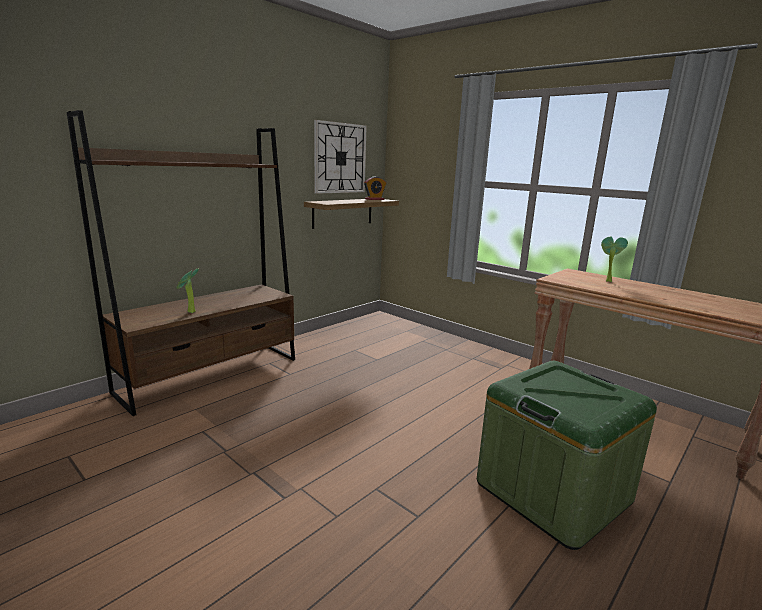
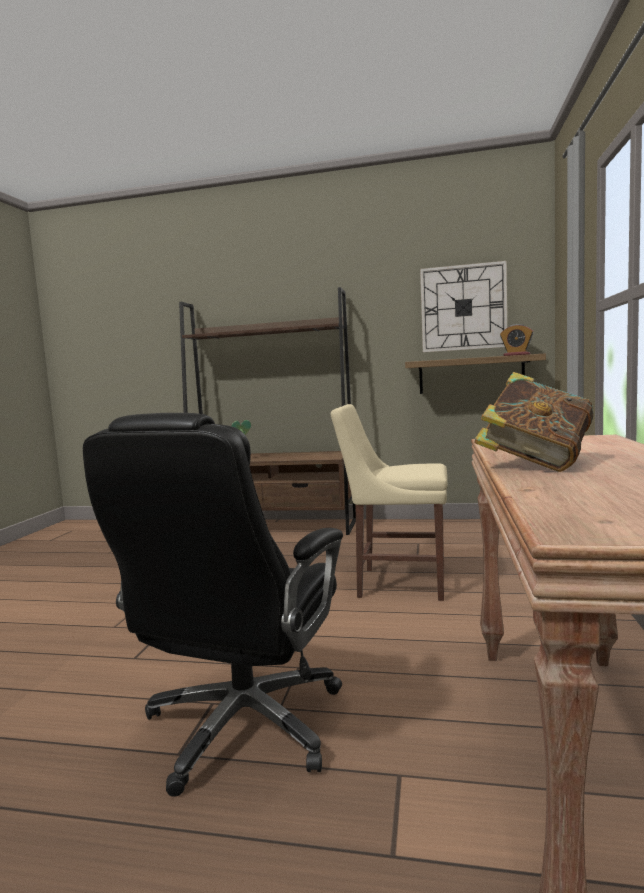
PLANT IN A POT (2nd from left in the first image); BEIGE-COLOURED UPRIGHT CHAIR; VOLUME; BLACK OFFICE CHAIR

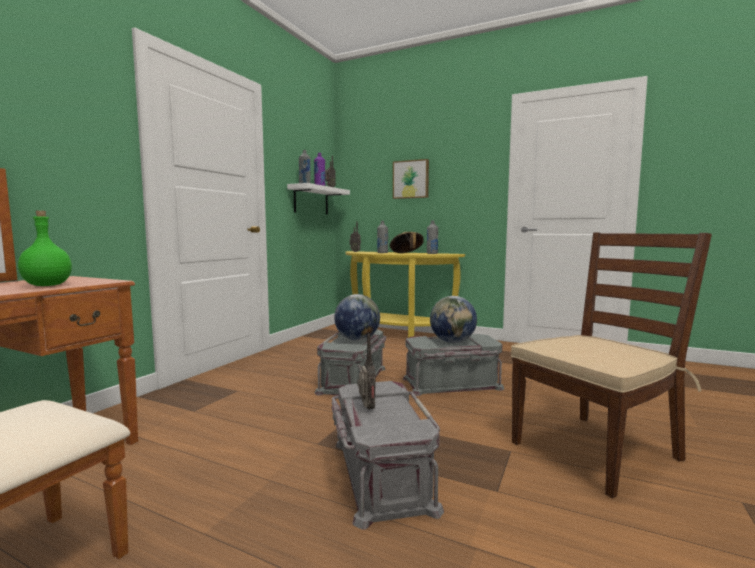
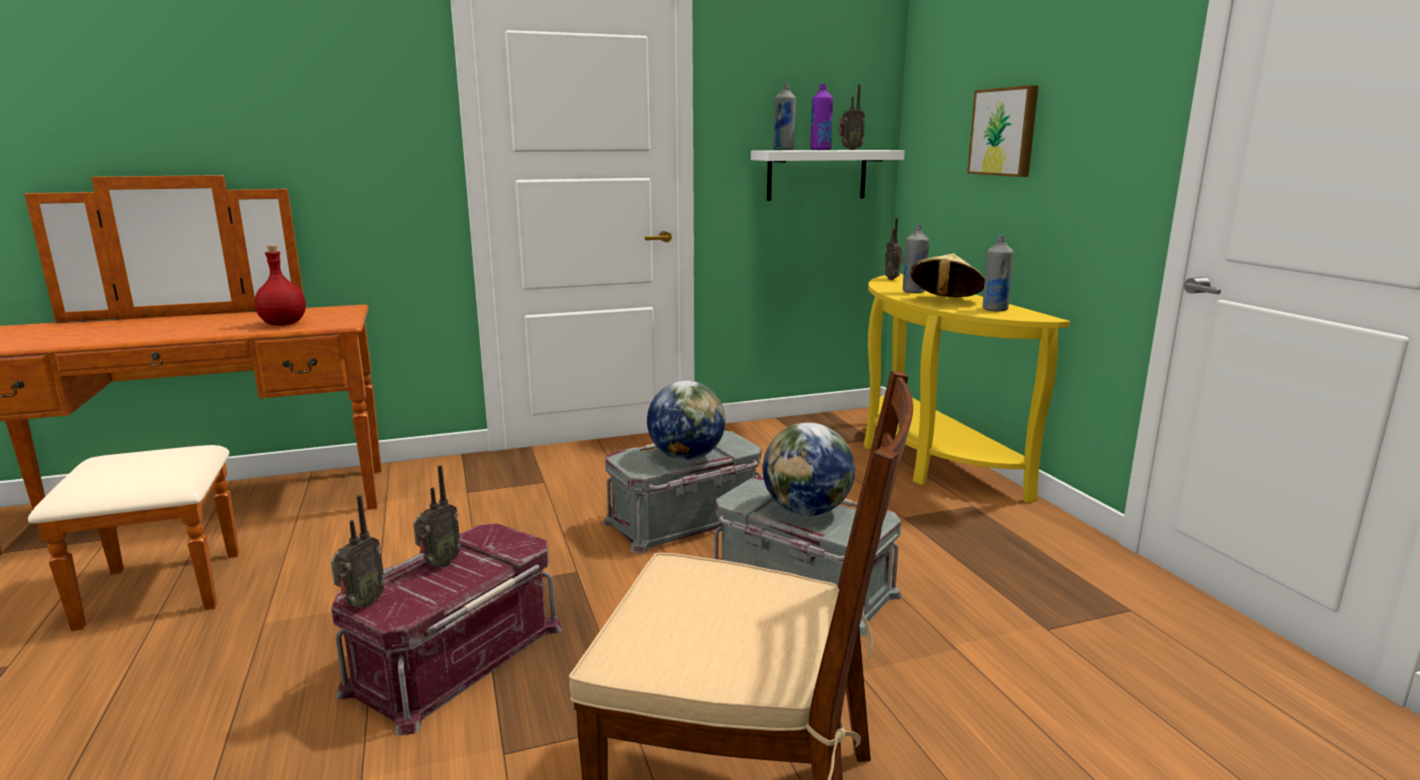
RADIO SET (1st from left); RED BEVERAGE BOTTLE; RED STORAGE BIN

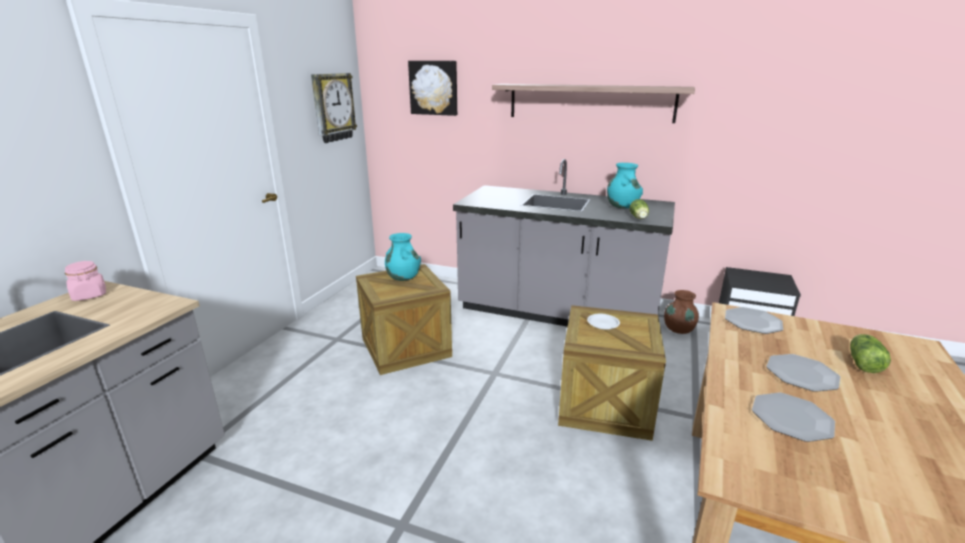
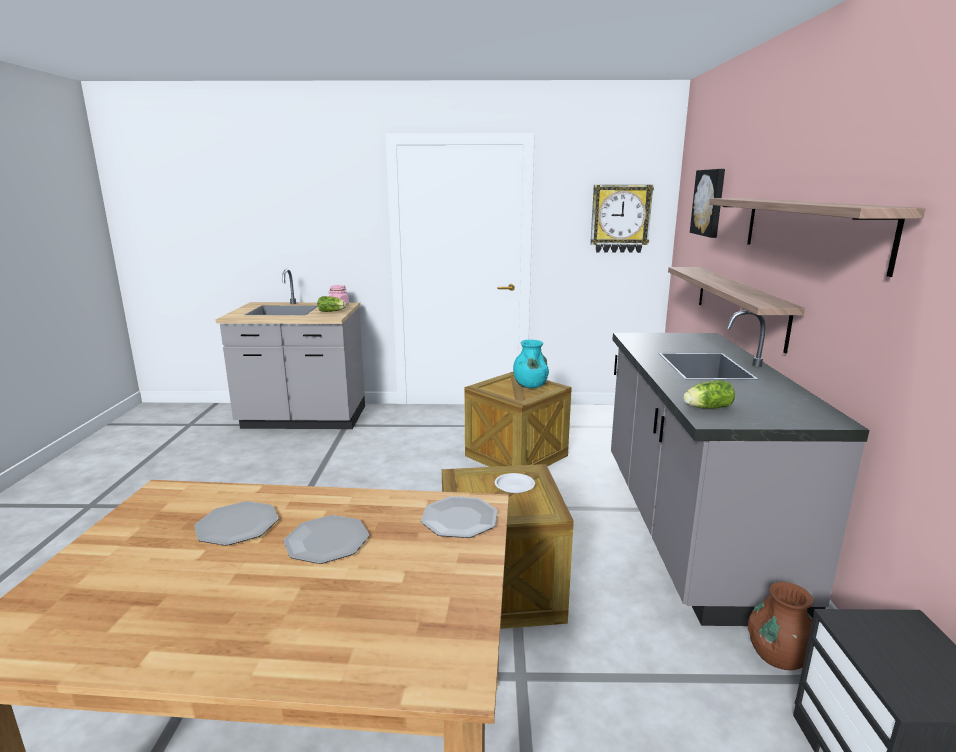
TURQUOISE-COLOURED VASE (2nd from left in the first image); SHELF (1st from left); LETTUCE (1st from left)

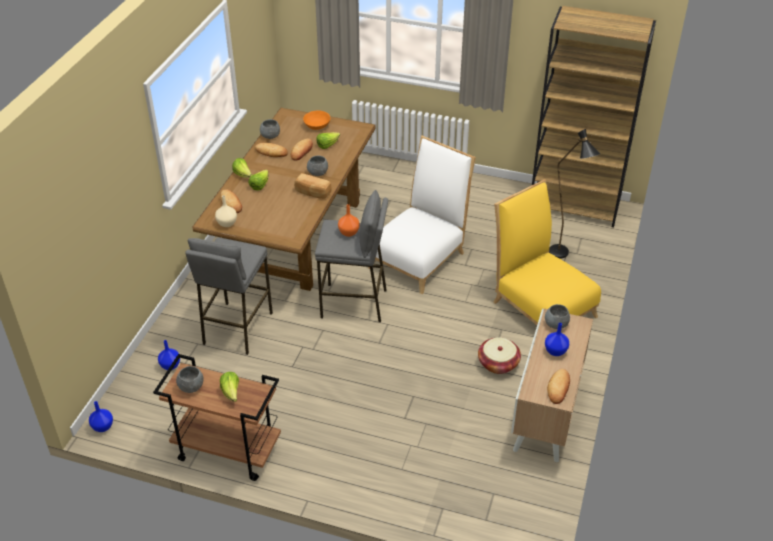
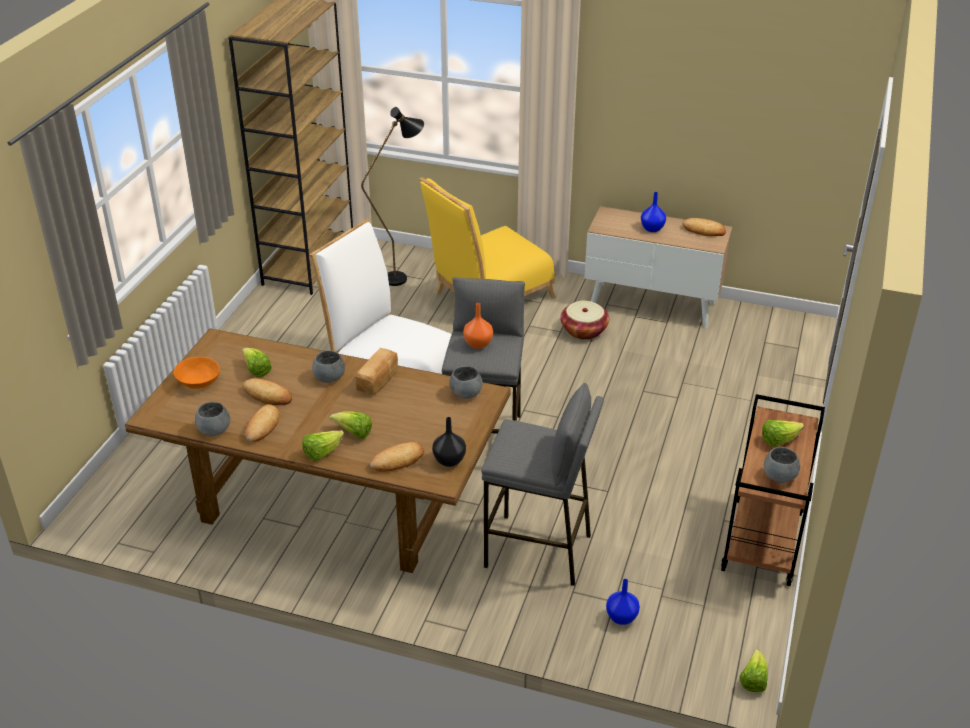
GREYISH DEEP DISH (3rd from left); LETTUCE (4th from left); BLACK VASE

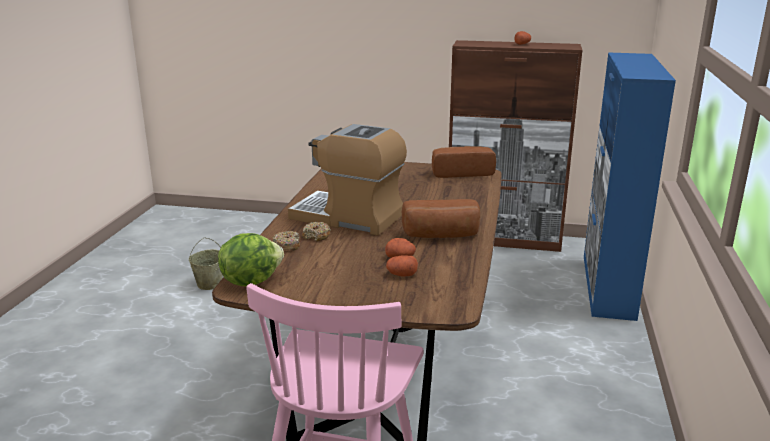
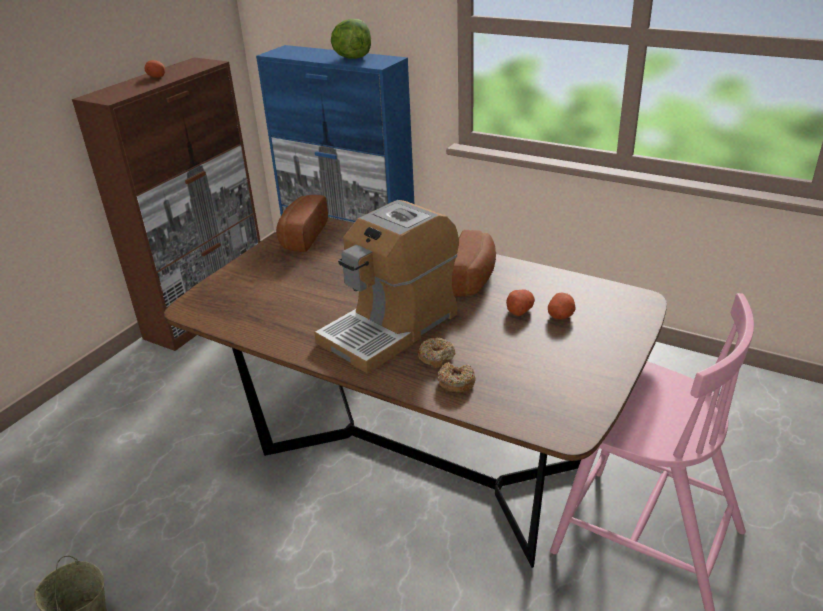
LETTUCE

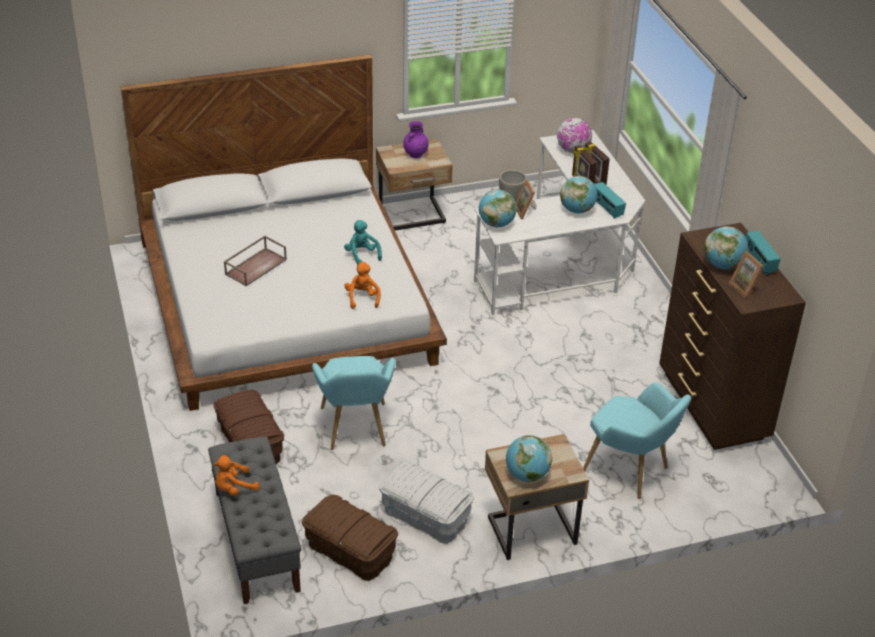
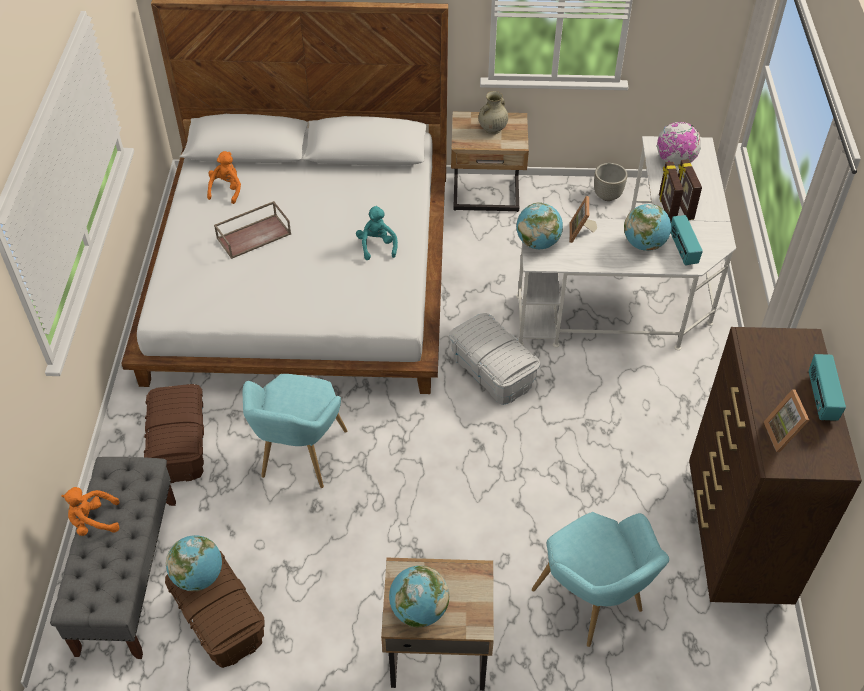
ORANGEY SOFT TOY (2nd from left); WHITISH STORAGE BIN; WORLD GLOBE (1st from left); BEIGE-COLOURED VASE

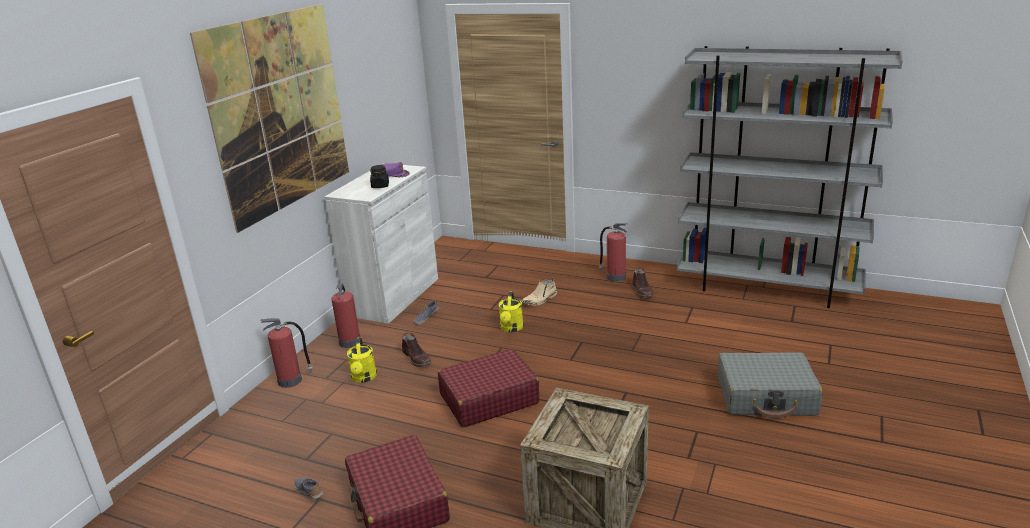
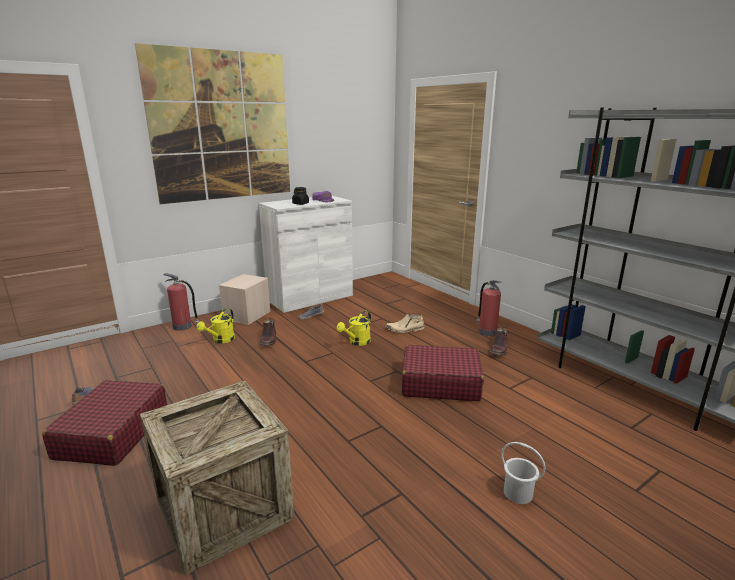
RED TRAVEL CASE (2nd from left); BEIGE-COLOURED STORAGE BIN; WHITISH BUCKET

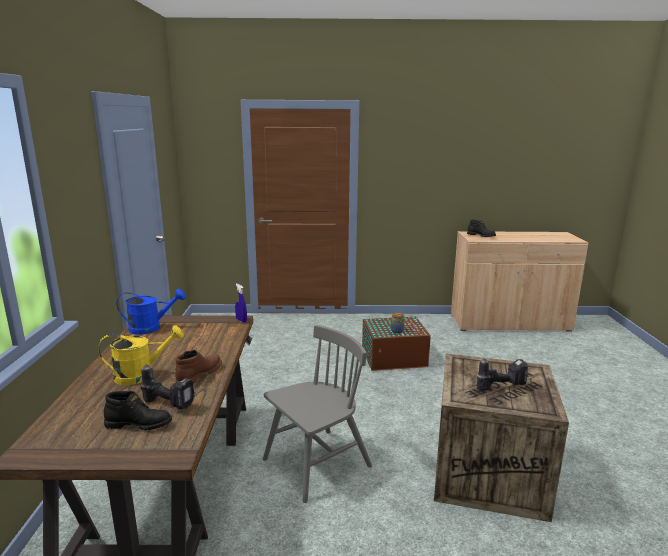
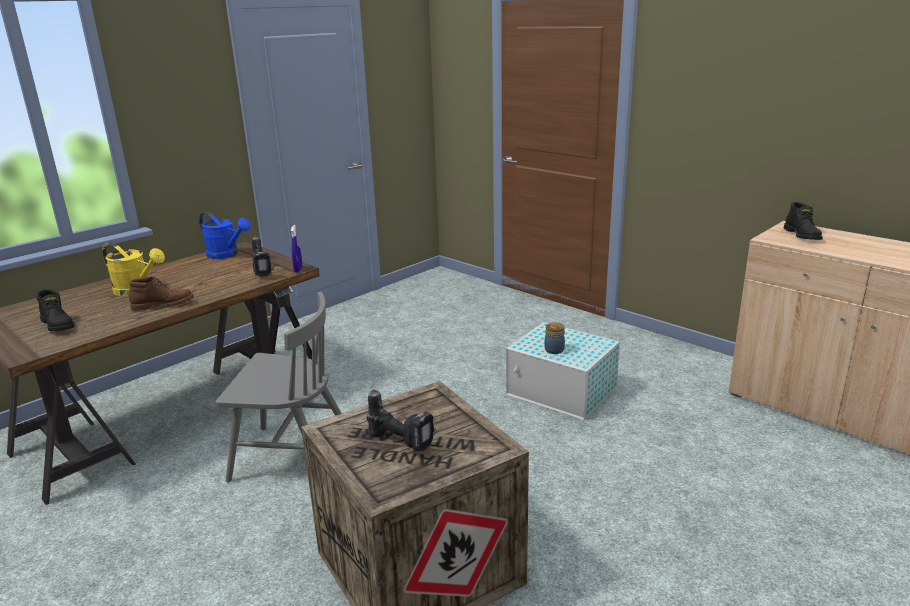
ELECTRIC DRILL (1st from left); WHITISH STORAGE BIN

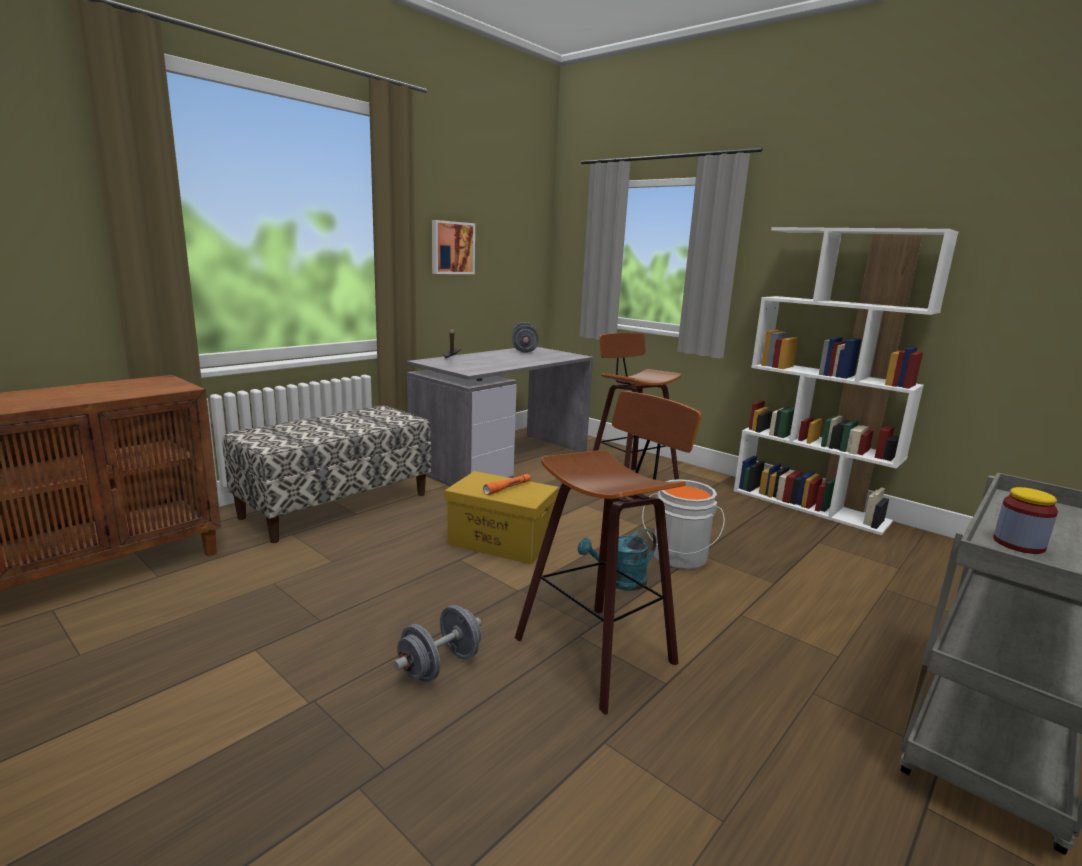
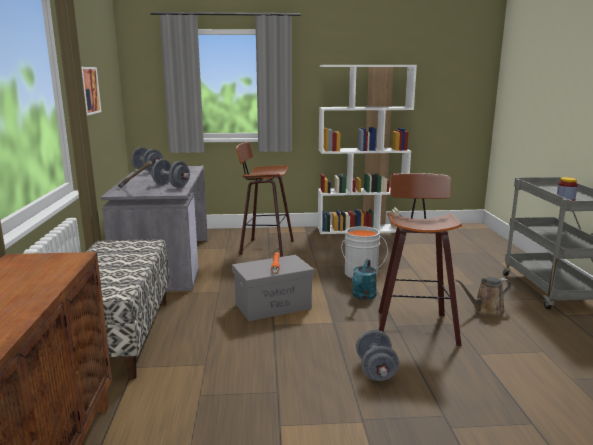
GREYISH DUMBBELL (2nd from left); BROWN SPRINKLING CAN; GREYISH STORAGE BIN

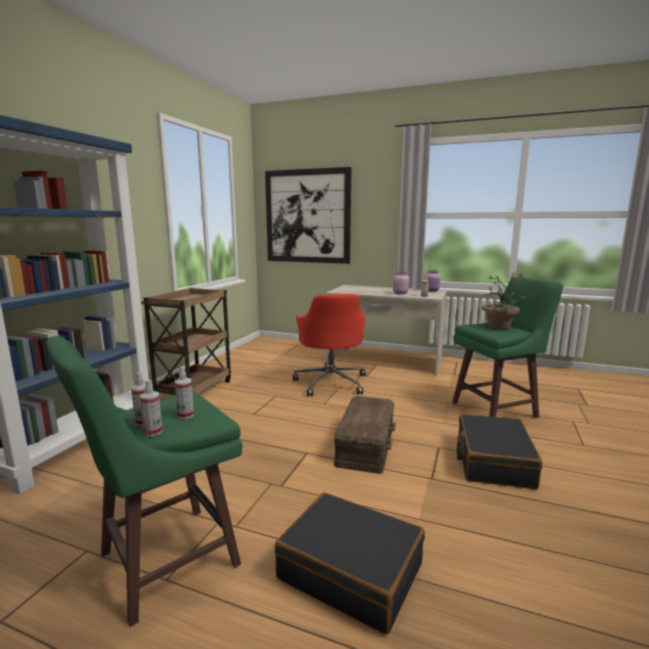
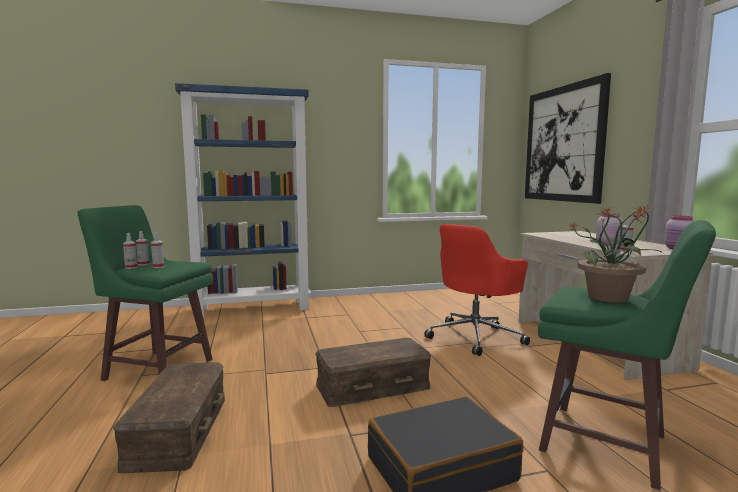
BROWN WHEELED CART; BROWN STORAGE BIN (1st from left)

